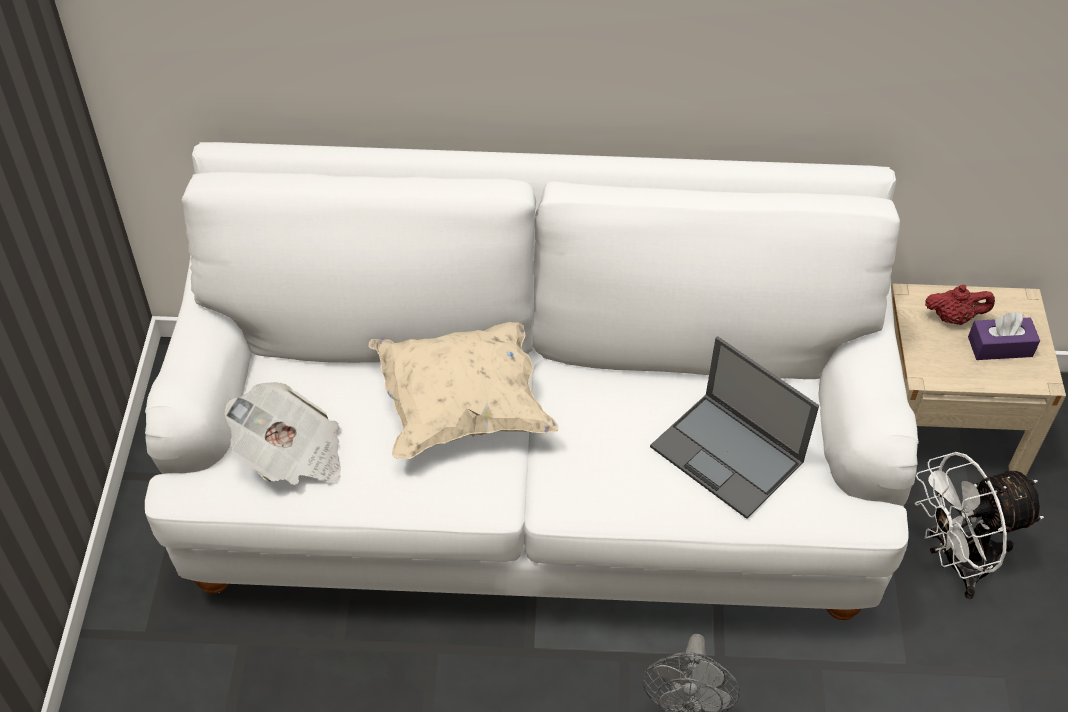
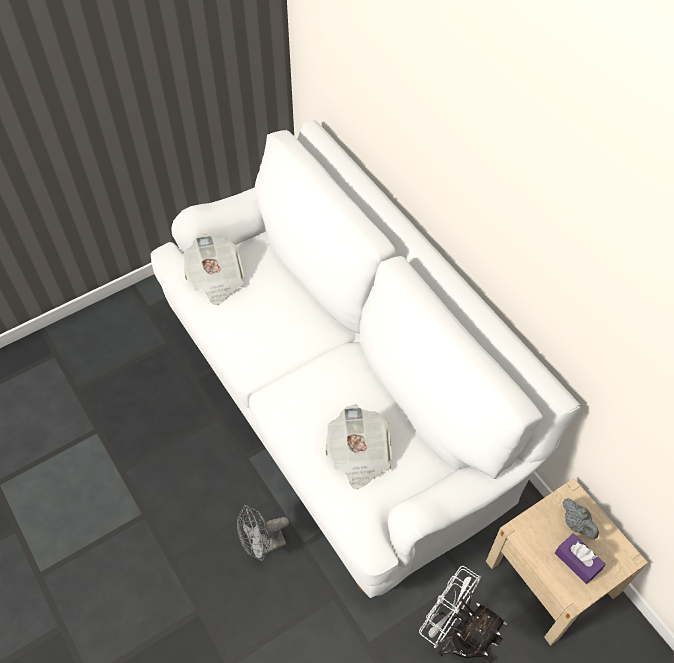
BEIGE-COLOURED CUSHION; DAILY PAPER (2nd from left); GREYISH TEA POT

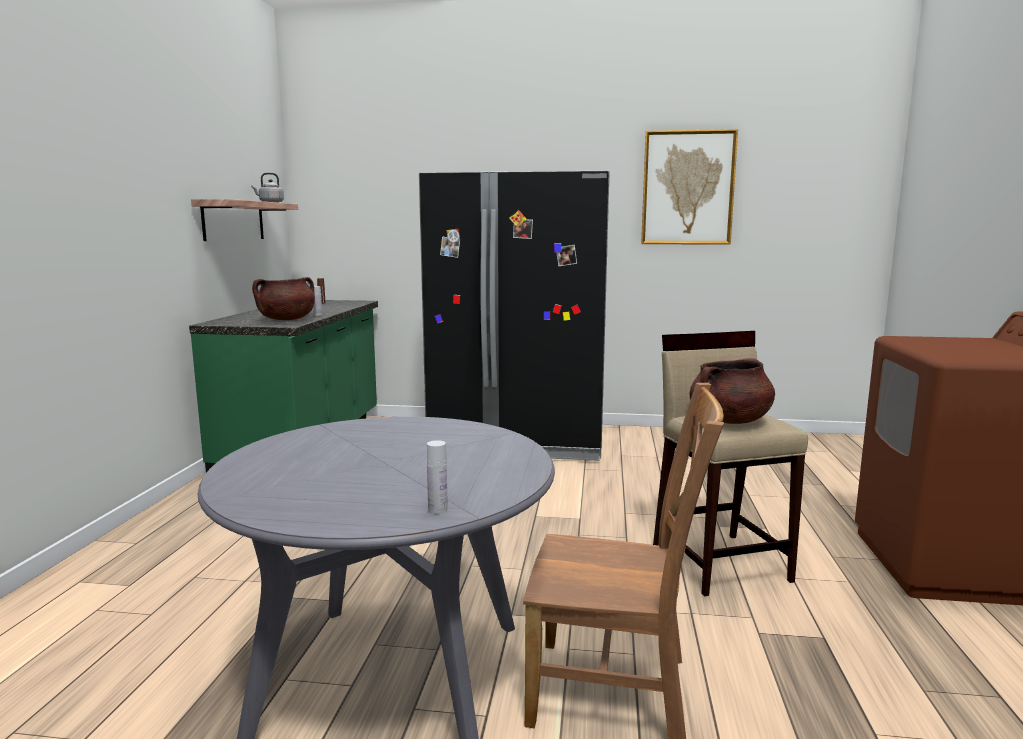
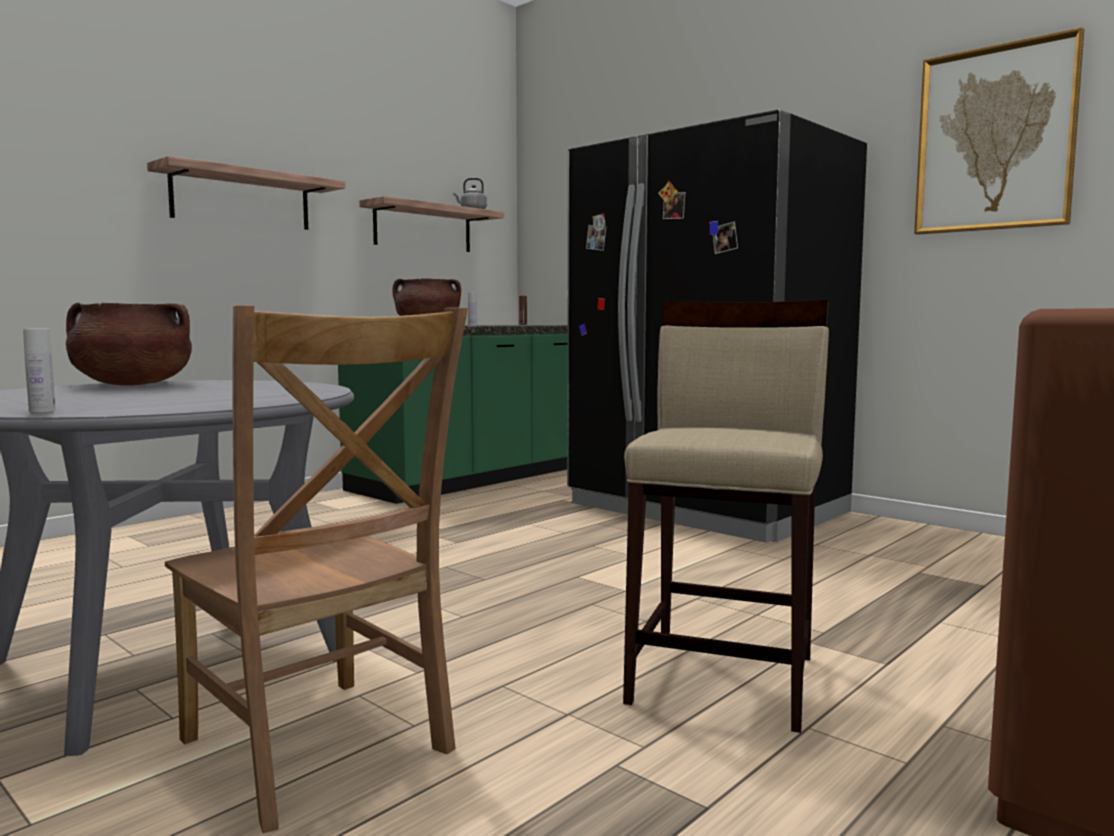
SHELF (1st from left); BROWN COOKING POT (1st from left)

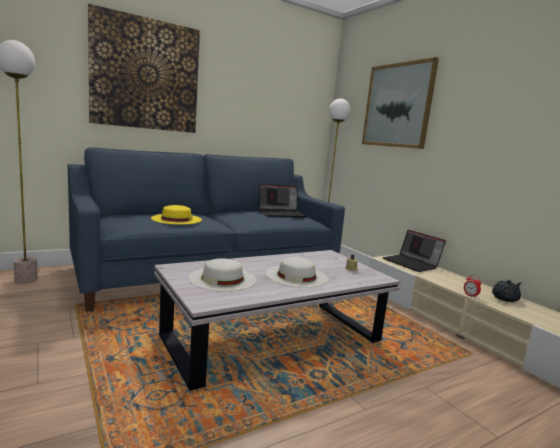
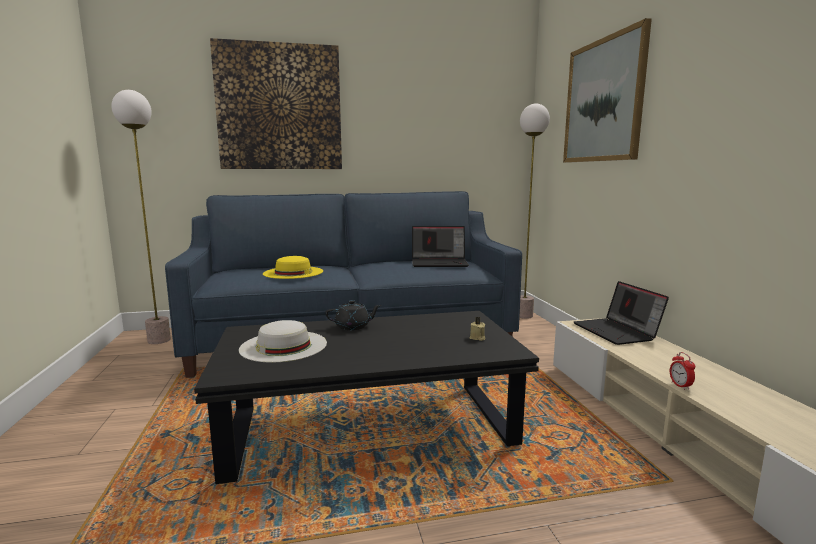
WHITISH CLOTHING HAT (2nd from left in the first image); BLACK TEA POT; BLACK LOUNGE TABLE

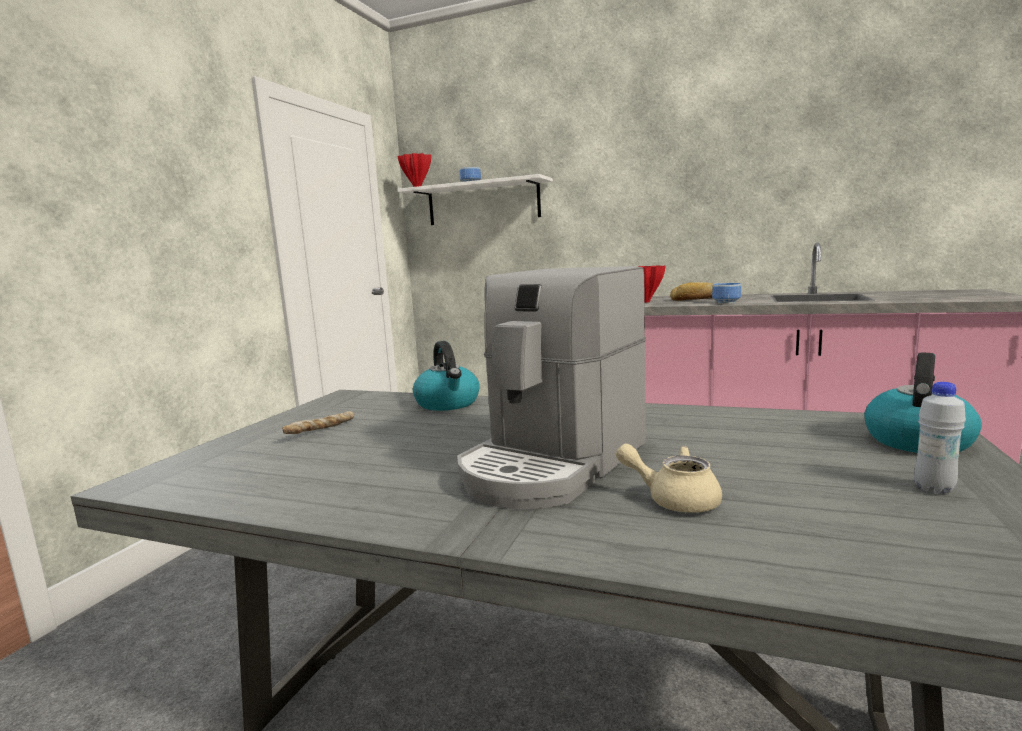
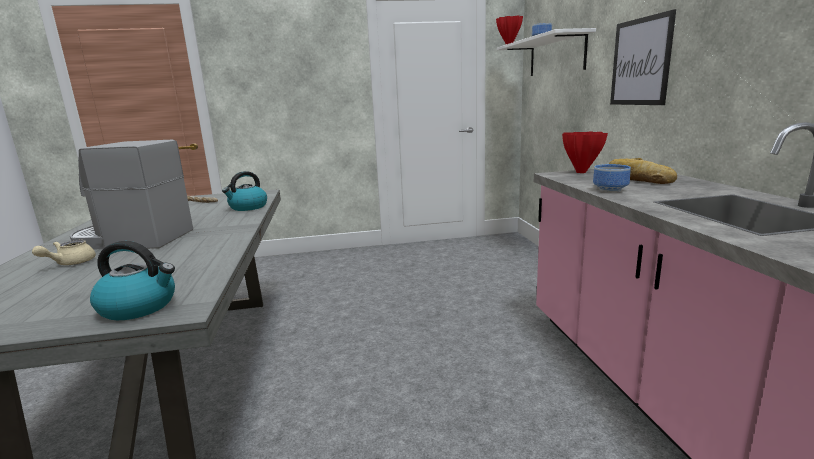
WHITISH BEVERAGE BOTTLE; PICTURE; BEIGE-COLOURED TEA POT

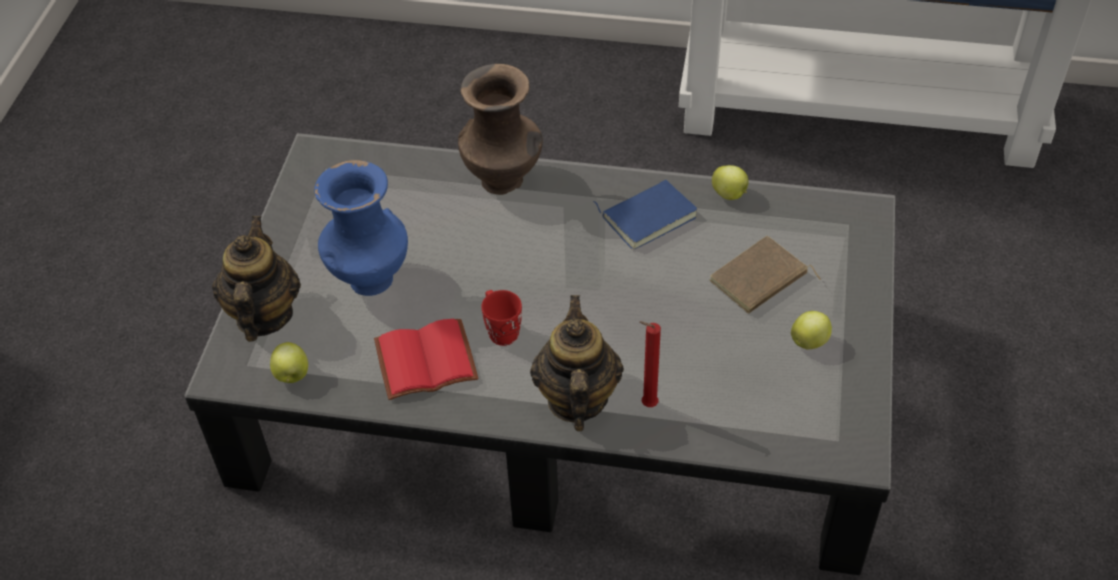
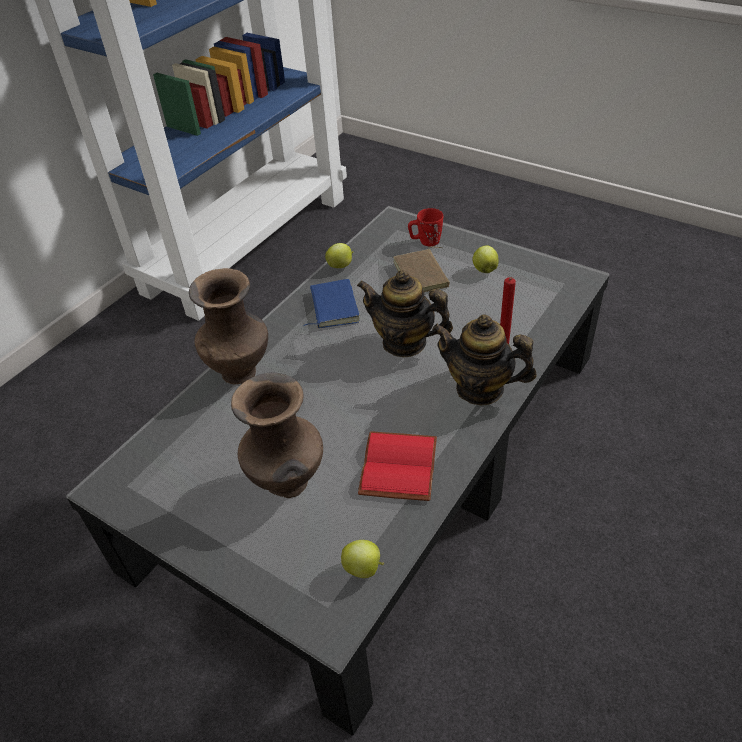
TEA POT (1st from left); RED MUG; BROWN VASE (2nd from left)

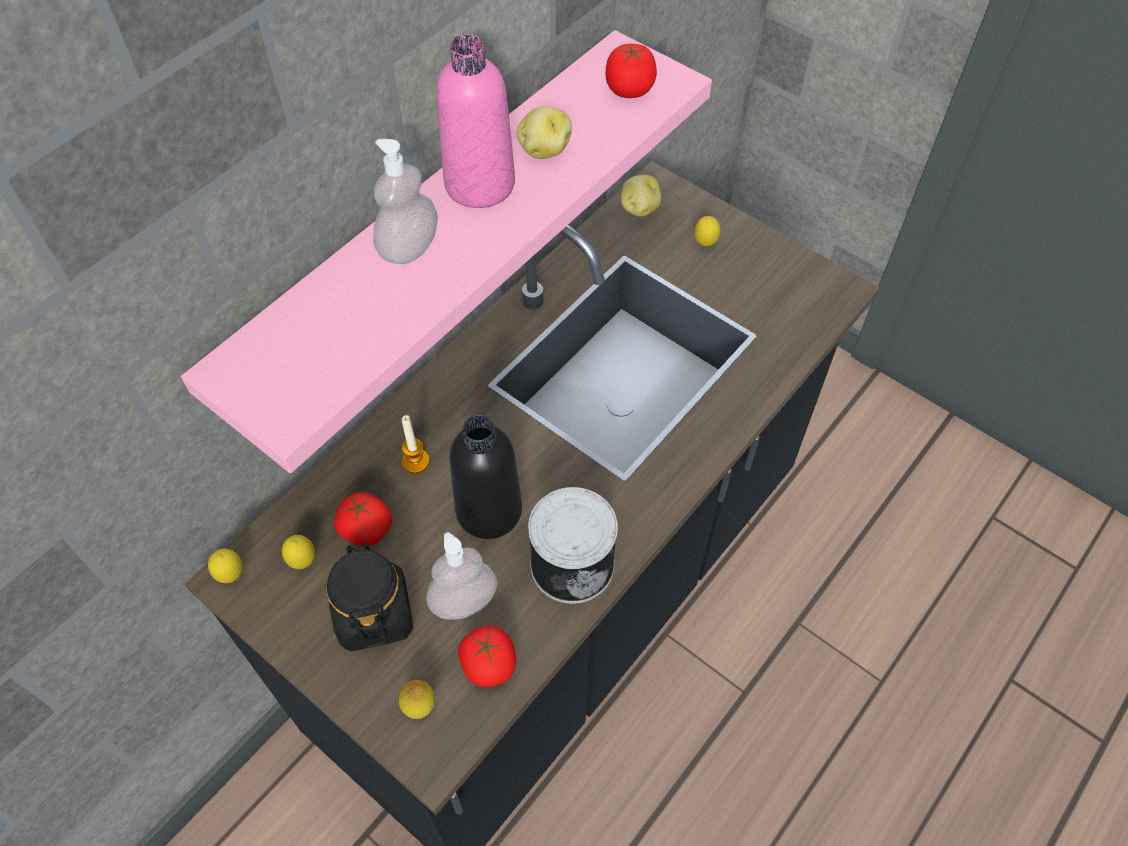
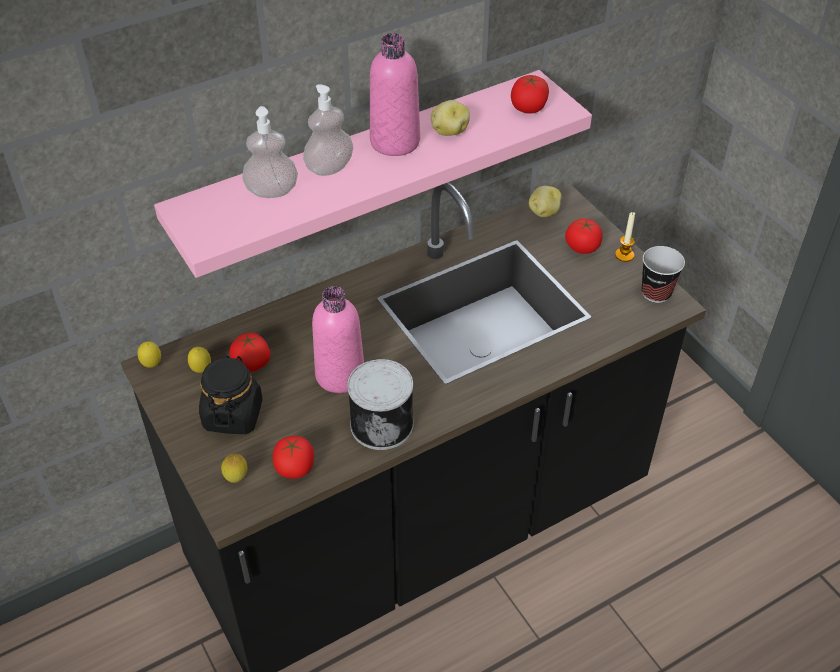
CUP; CANDLE; SOAP DISPENSER (1st from left); FRESH TOMATO (4th from left); PINK BEVERAGE BOTTLE (1st from left)

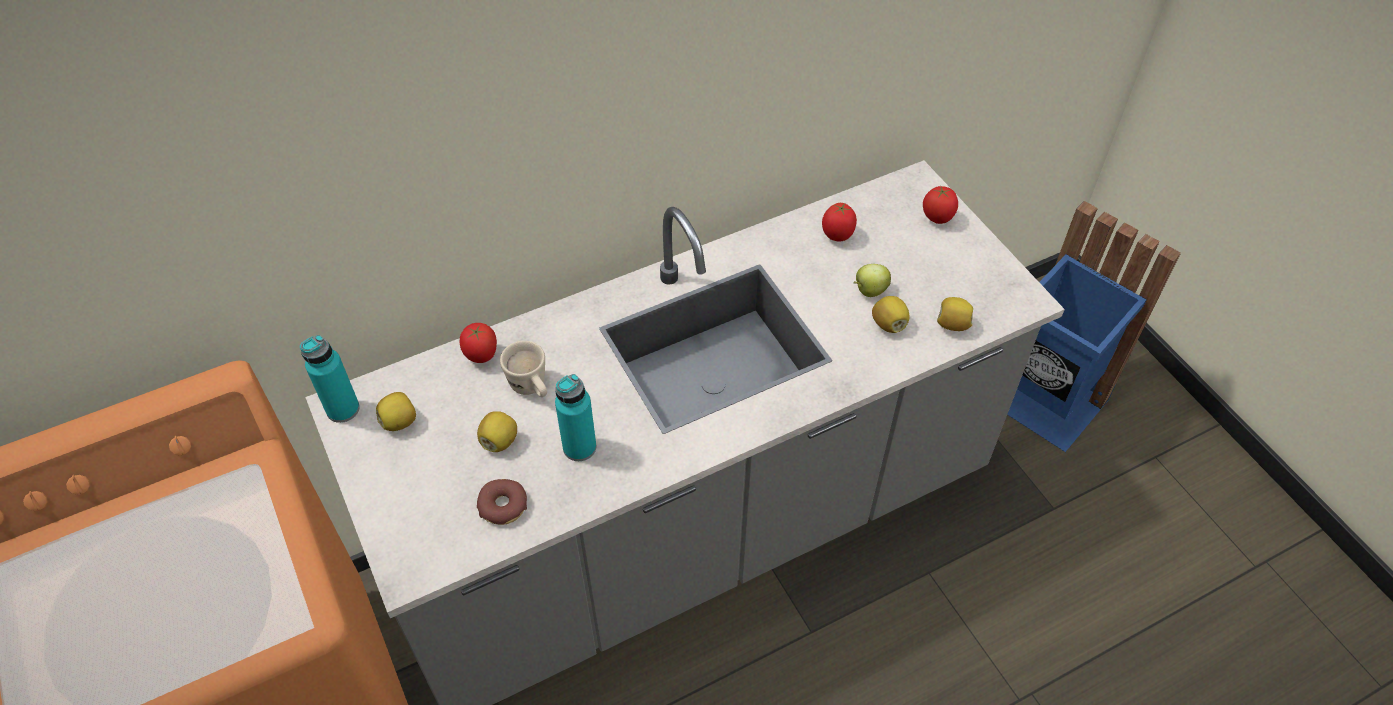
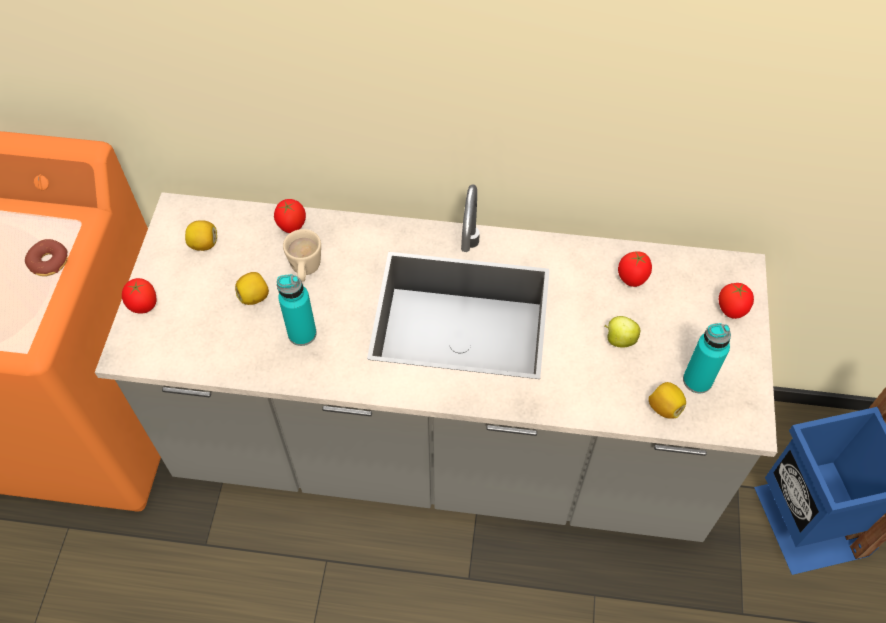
LEMON (3rd from left in the first image); FRESH TOMATO (1st from left); TURQUOISE-COLOURED BEVERAGE BOTTLE (2nd from left); DOUGHNUT

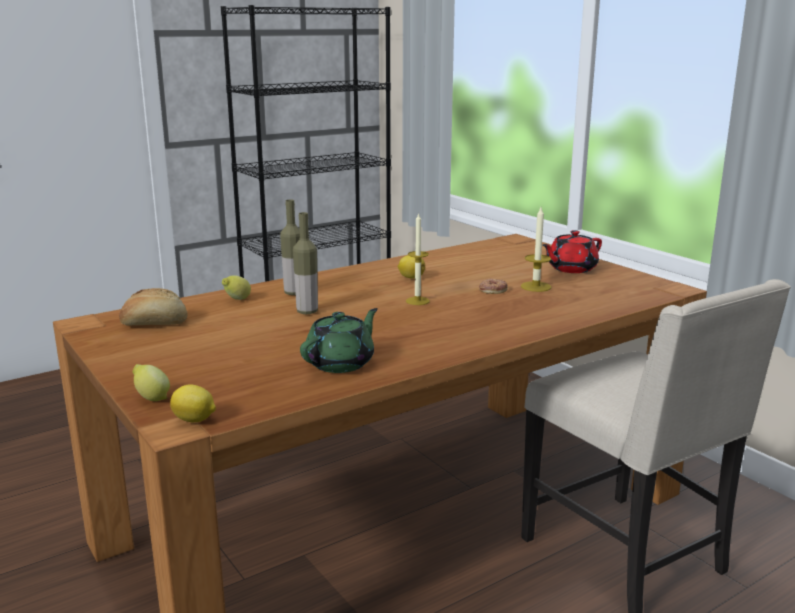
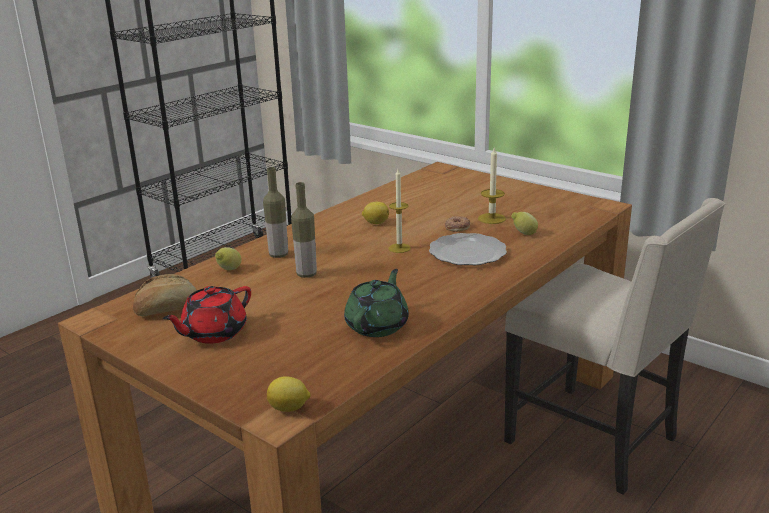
DINNER PLATE; LEMON (4th from left); RED TEA POT

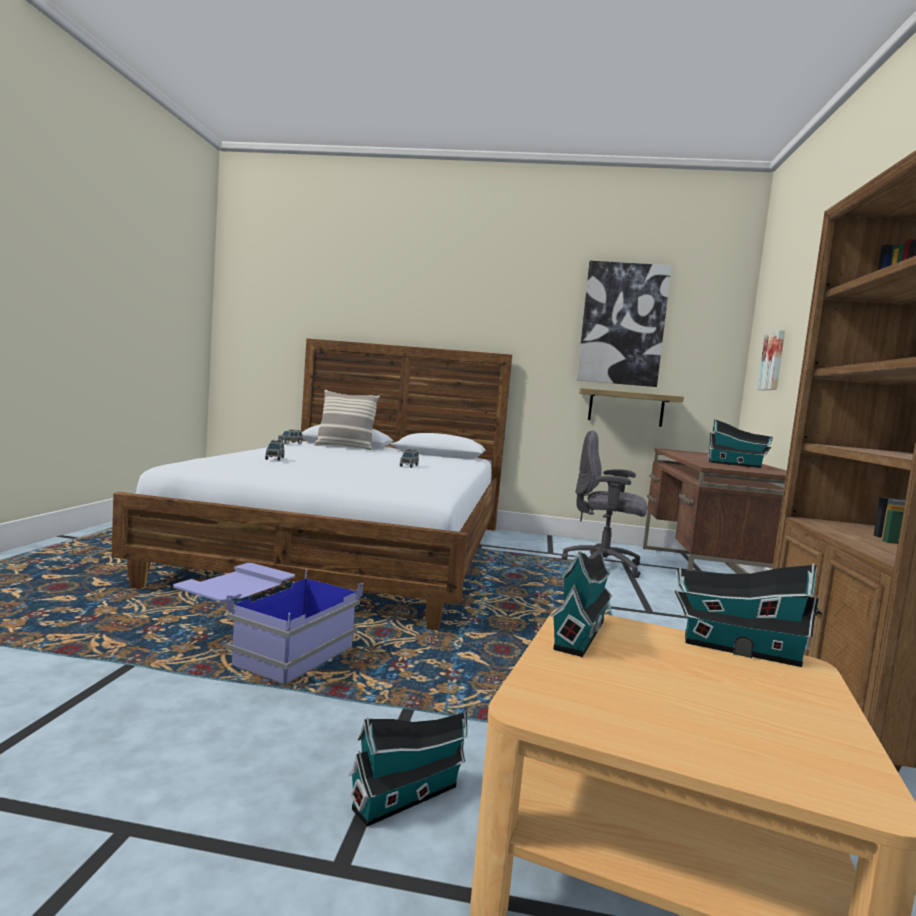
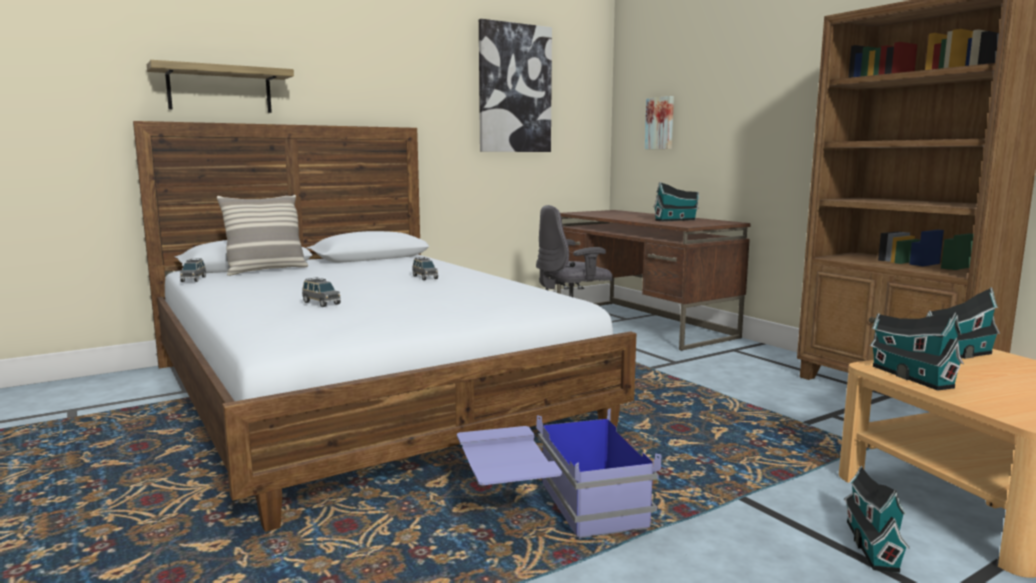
SHELF

